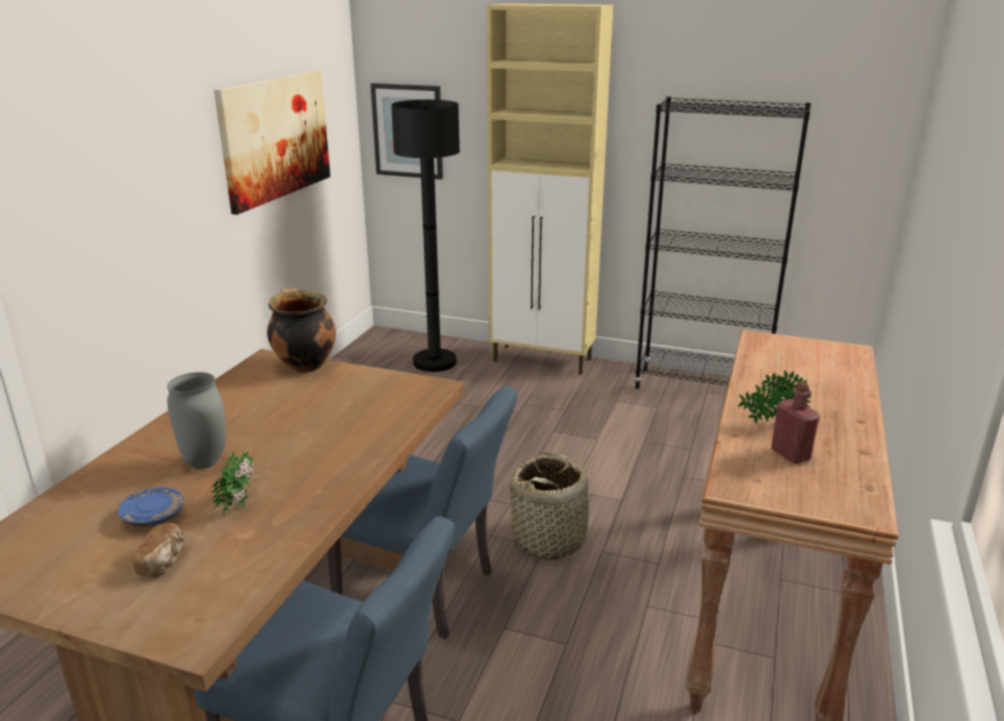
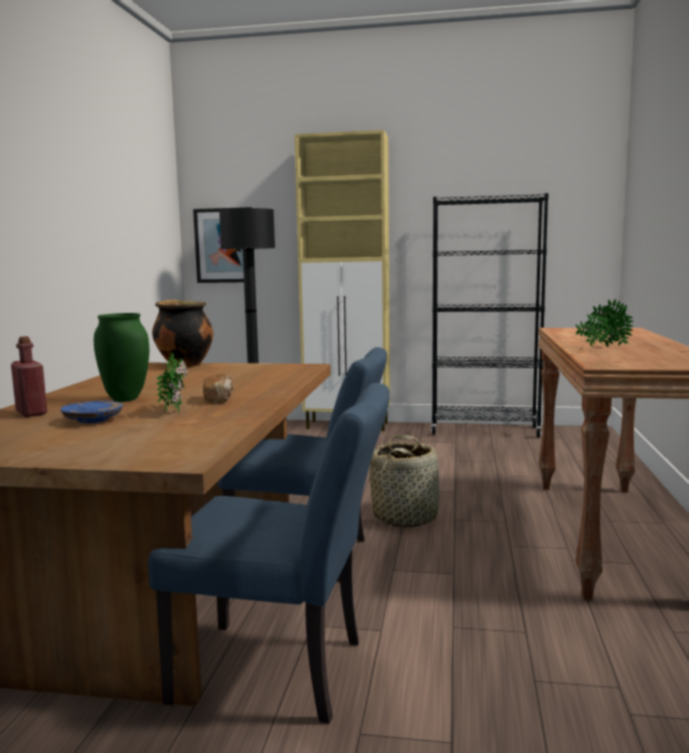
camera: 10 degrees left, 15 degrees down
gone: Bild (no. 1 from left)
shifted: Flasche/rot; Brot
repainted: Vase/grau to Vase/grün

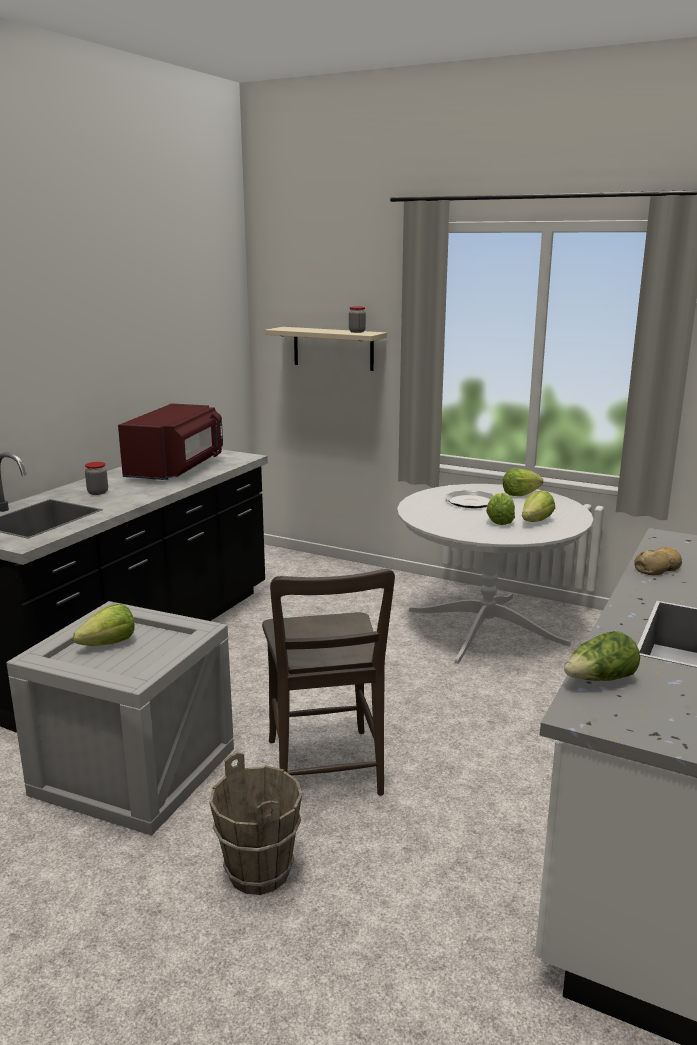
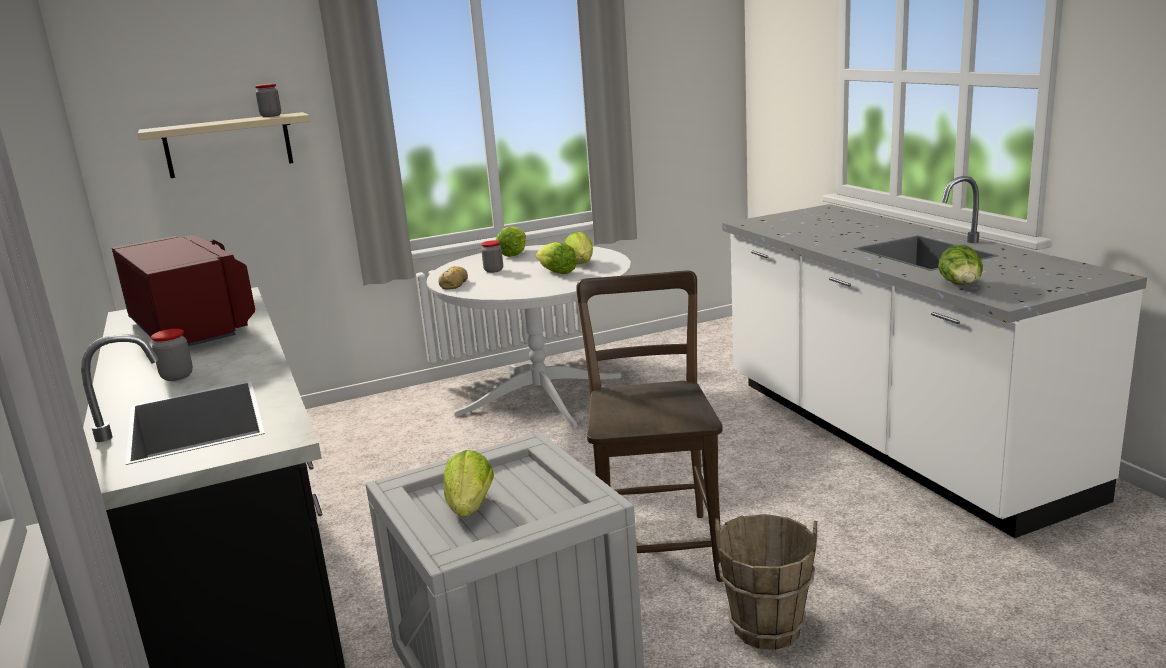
camera: 50 degrees left, 0 degrees up
shifted: Brot
swapped: Teller to Vorratsglas (no. 3 from left)
rotated: Stuhl/braun 120 degrees counterclockwise

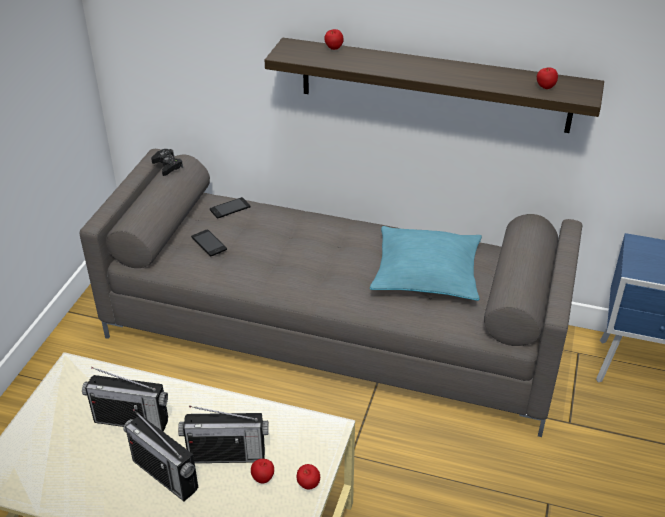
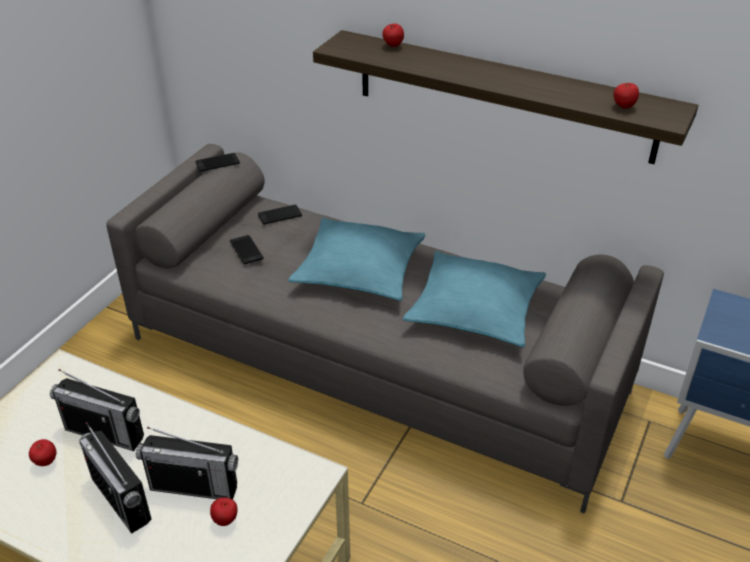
camera: 10 degrees right, 0 degrees up
new: Kissen/türkis (no. 1 from left)
shifted: Apfel (no. 2 from left in the first image) to Apfel (no. 1 from left)
swapped: Gamepad/schwarz to Handy (no. 1 from left)

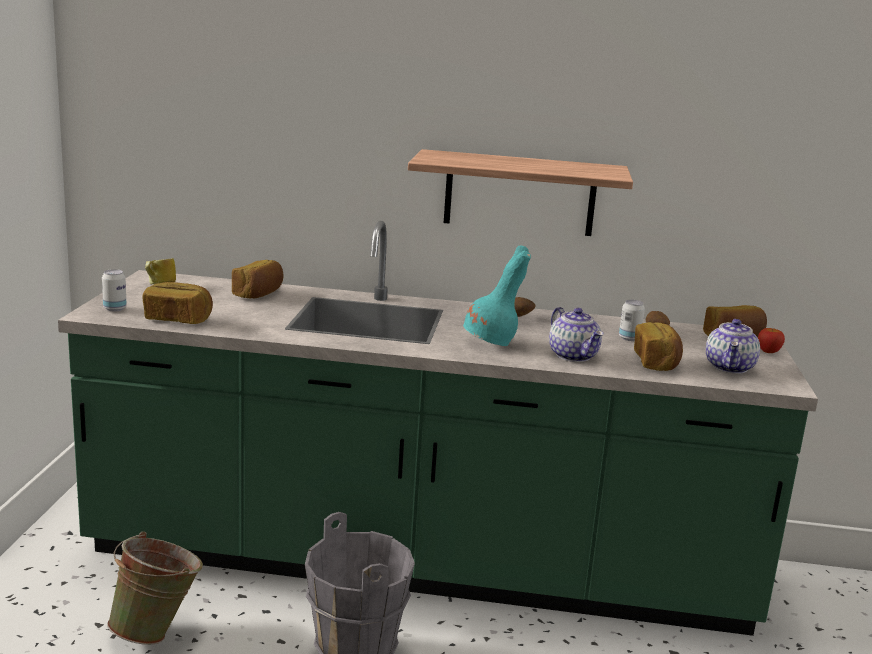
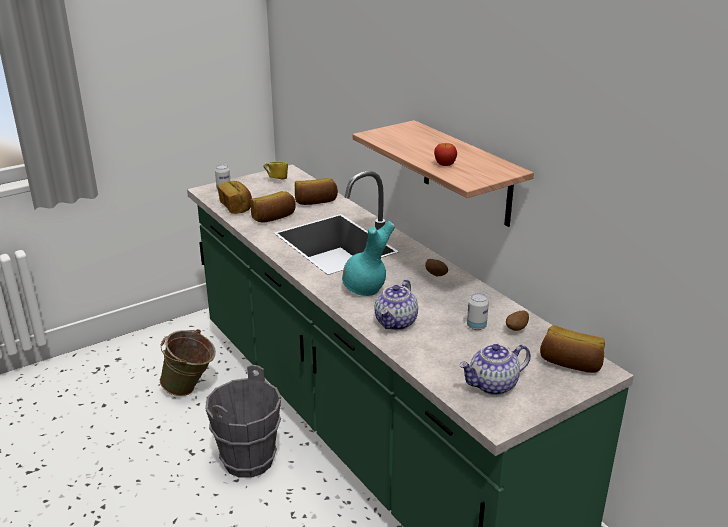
camera: 50 degrees right, 10 degrees up
shifted: Brot (no. 3 from left in the first image) to Brot (no. 2 from left); Apfel

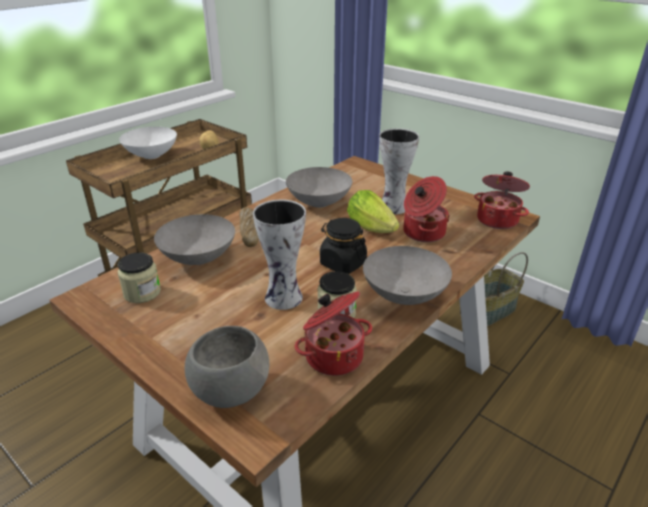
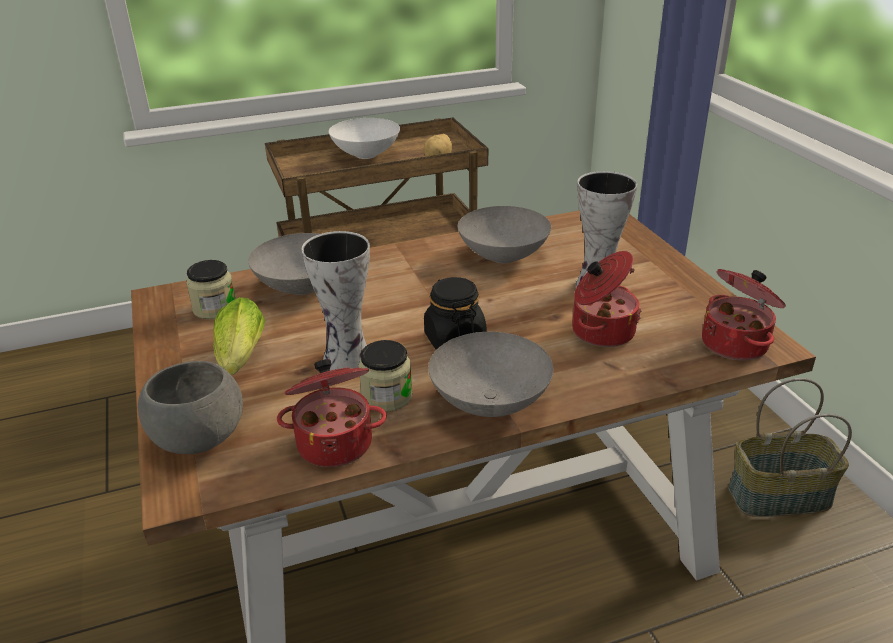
camera: 30 degrees right, 0 degrees up
gone: Brot
shifted: Salatkopf

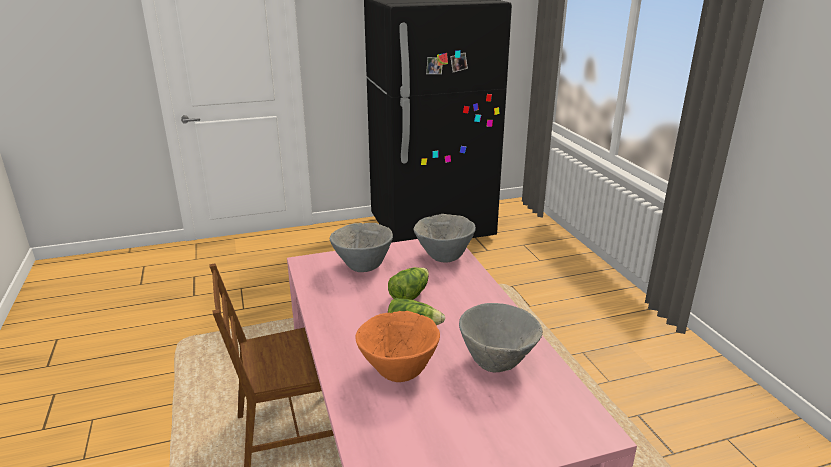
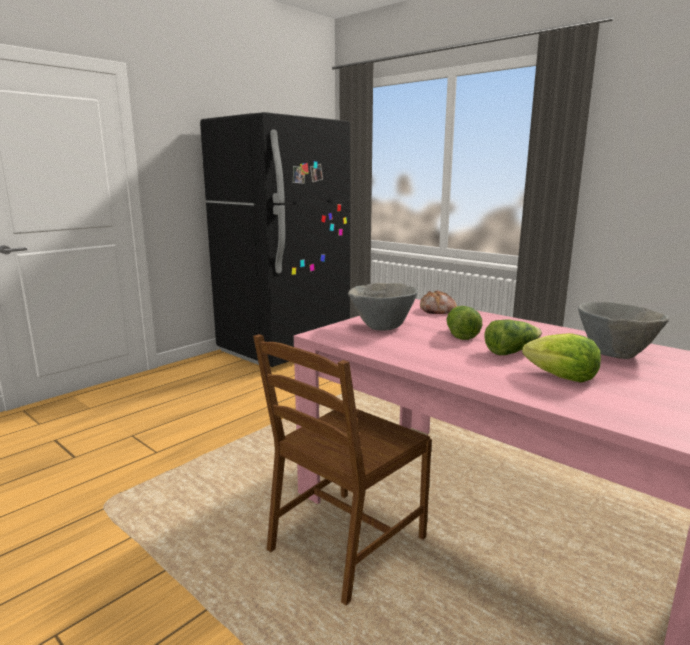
camera: 30 degrees left, 10 degrees down
swapped: Schüssel/grau (no. 2 from left) to Brot; Schüssel/orange to Salatkopf (no. 3 from left)

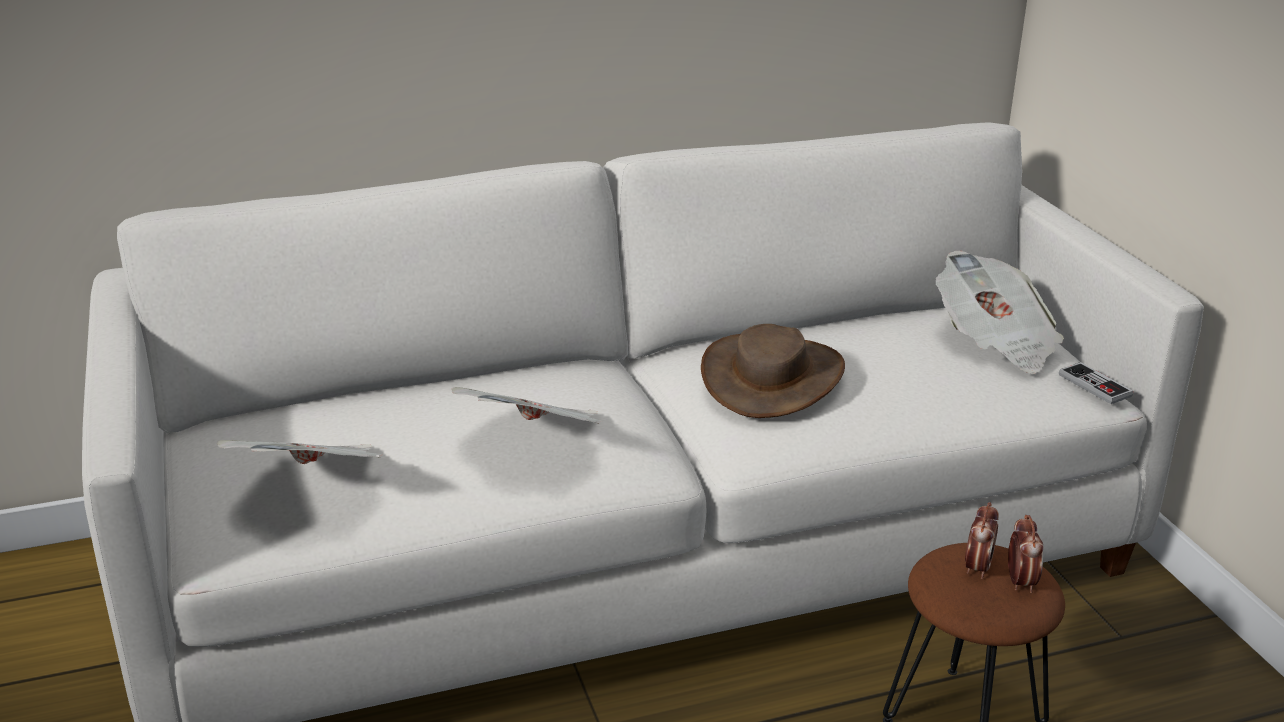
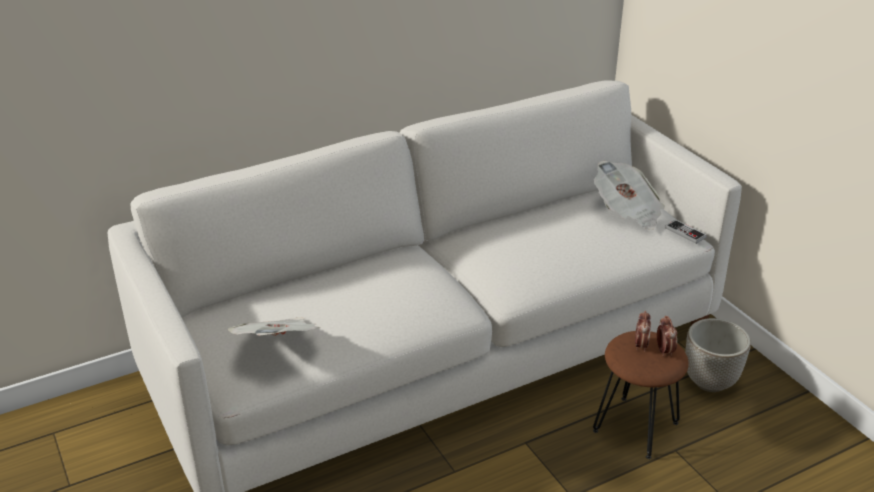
camera: 10 degrees left, 5 degrees up
gone: Hut/braun; Zeitung (no. 2 from left)
new: Pflanzkübel

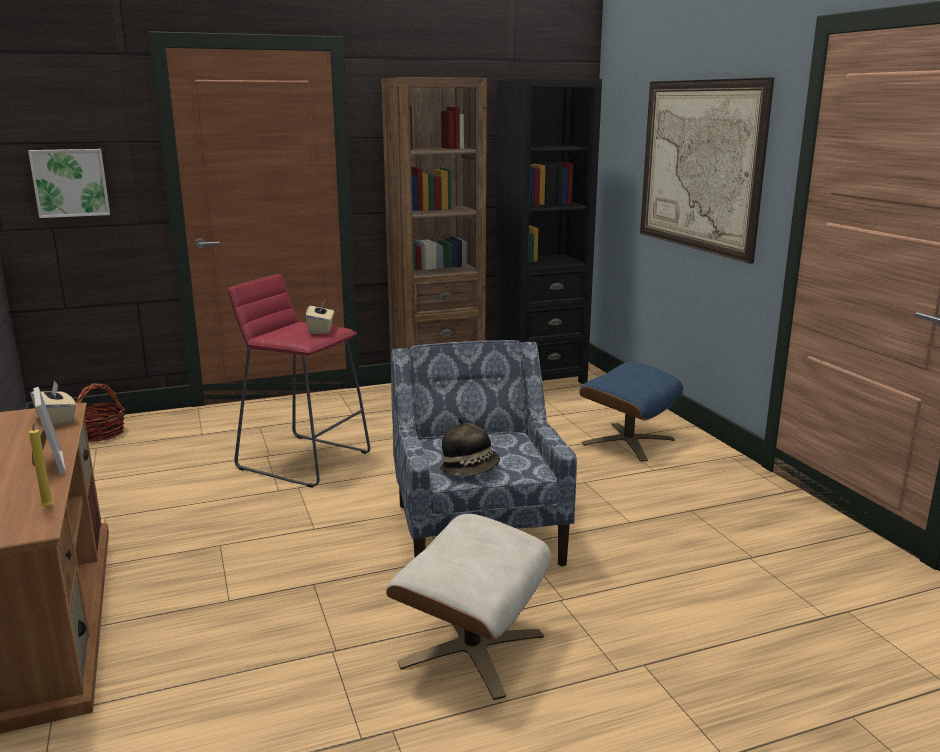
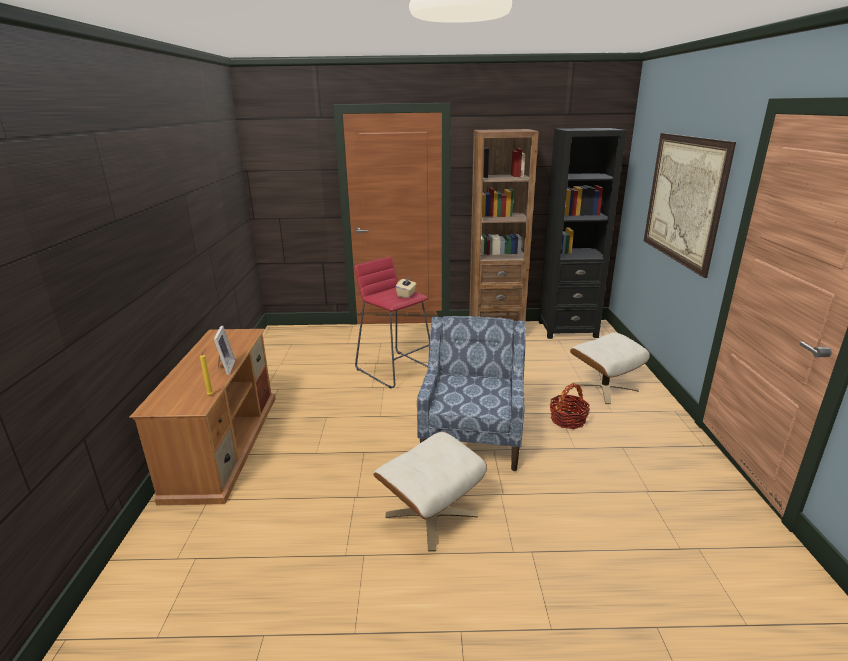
camera: 20 degrees right, 5 degrees up
gone: Bild (no. 1 from left); Taschentuchbox/beige (no. 1 from left); Hut
shifted: Korb
repainted: Polsterhocker/blau to Polsterhocker/beige (no. 2 from left)

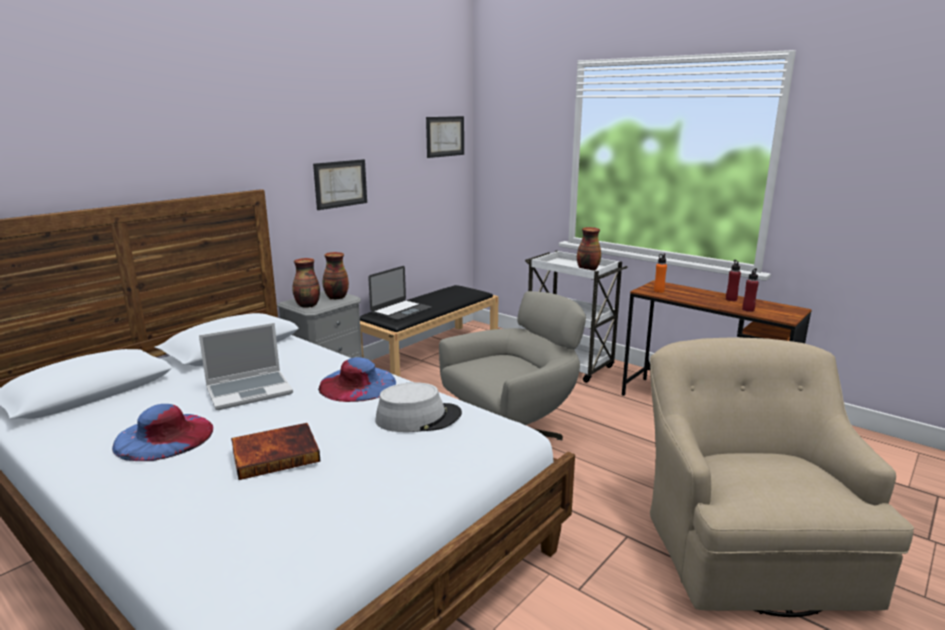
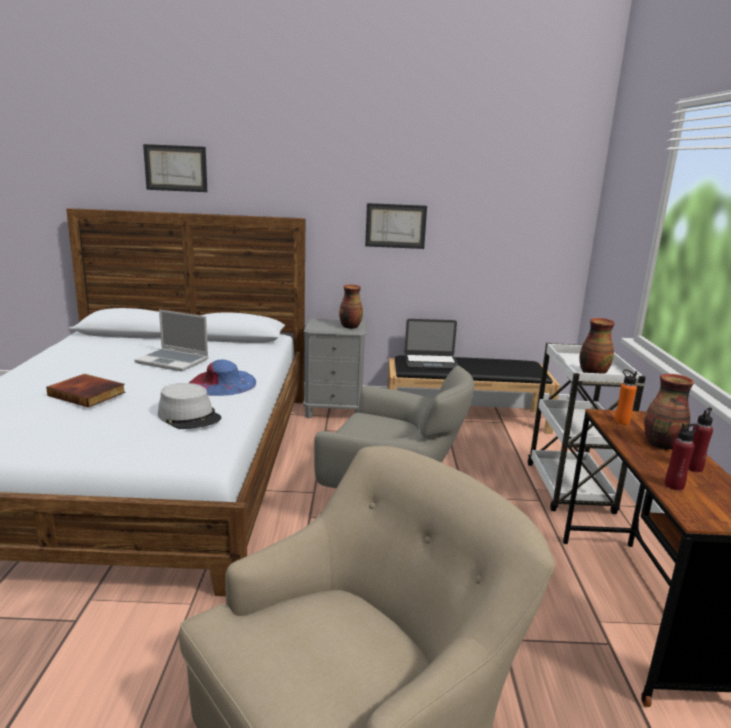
camera: 50 degrees right, 0 degrees up
gone: Hut/blau (no. 1 from left)
shifted: Bild (no. 2 from left in the first image) to Bild (no. 1 from left); Vase (no. 1 from left in the first image) to Vase (no. 3 from left)

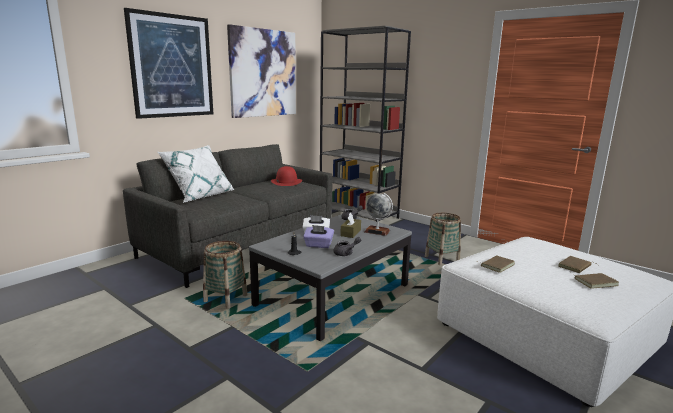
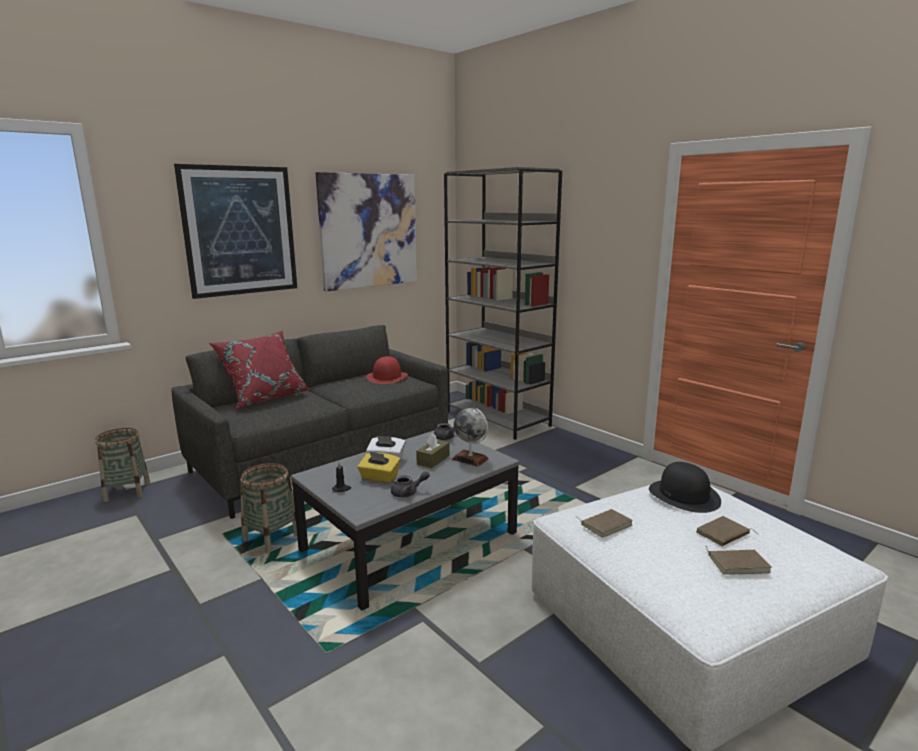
camera: 10 degrees right, 0 degrees up
new: Hut/schwarz
shifted: Korb (no. 2 from left in the first image) to Korb (no. 1 from left)
repainted: Kissen/weiß to Kissen/rot; Taschentuchbox/lila to Taschentuchbox/gelb

